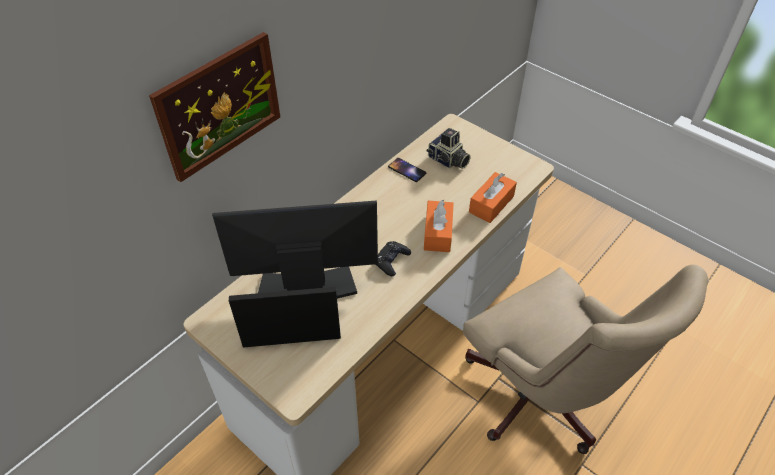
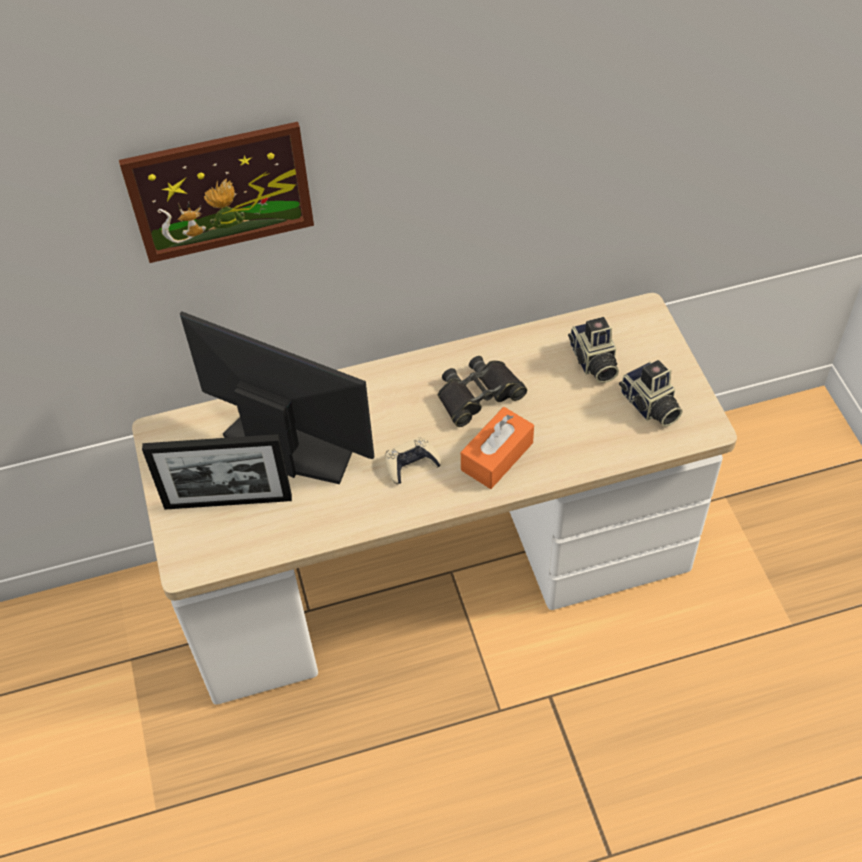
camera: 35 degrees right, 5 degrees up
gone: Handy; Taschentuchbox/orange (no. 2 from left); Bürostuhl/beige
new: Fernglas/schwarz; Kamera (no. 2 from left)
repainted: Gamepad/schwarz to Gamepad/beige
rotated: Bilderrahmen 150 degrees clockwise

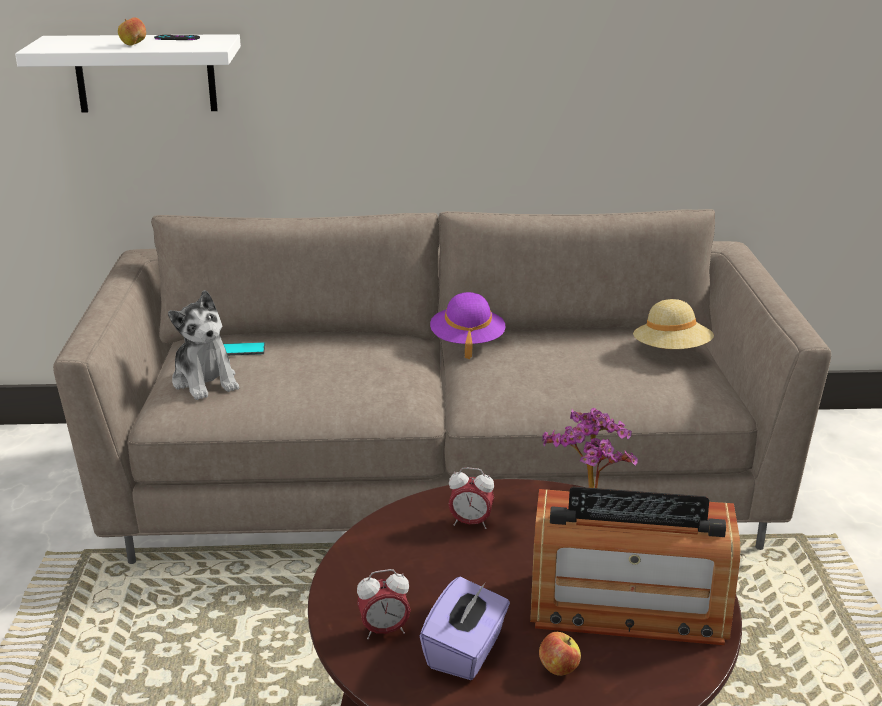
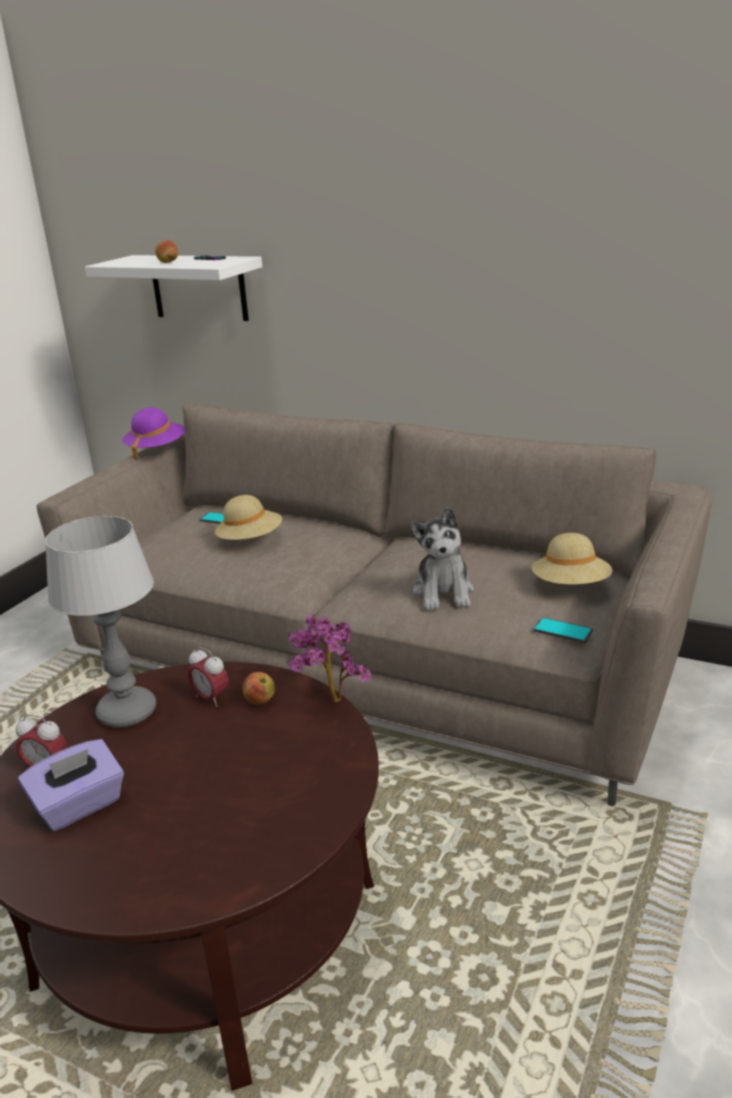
camera: 30 degrees right, 0 degrees up
gone: Radio
new: Hut/beige (no. 1 from left); Tischlampe; Handy (no. 2 from left)
shifted: Plüschtier; Hut/lila; Apfel (no. 2 from left)

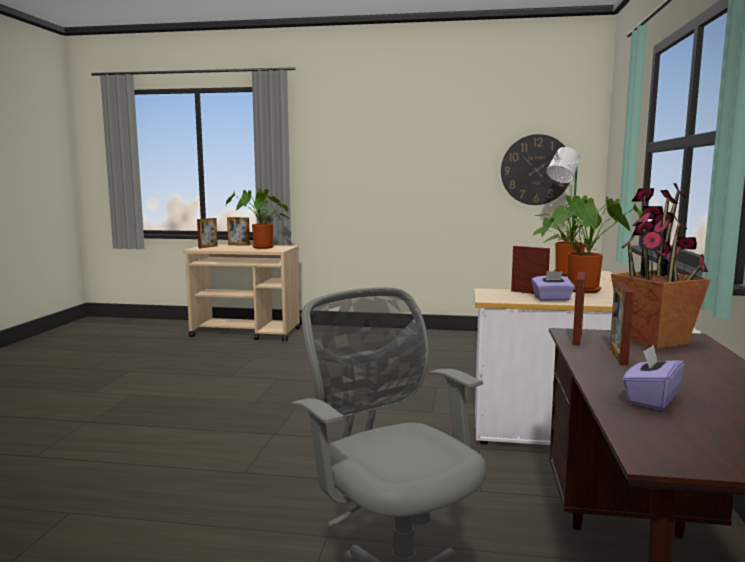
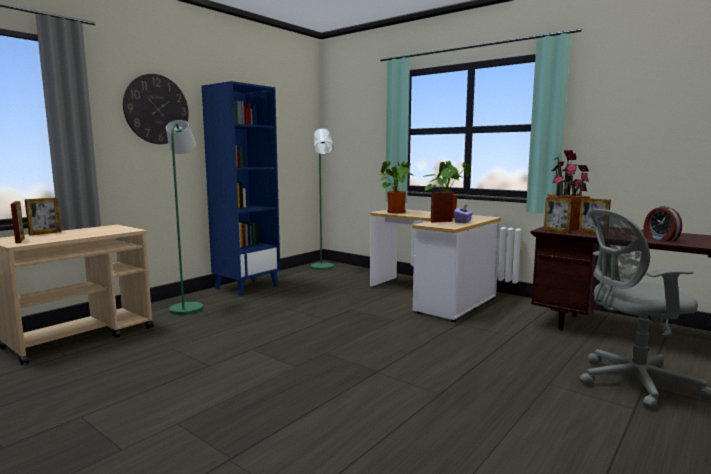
camera: 60 degrees left, 0 degrees up
gone: Topfpflanze (no. 1 from left)
new: Bücherregal/blau; Stehlampe/grün (no. 1 from left)
shifted: Wanduhr
swapped: Taschentuchbox/lila (no. 2 from left) to Wecker

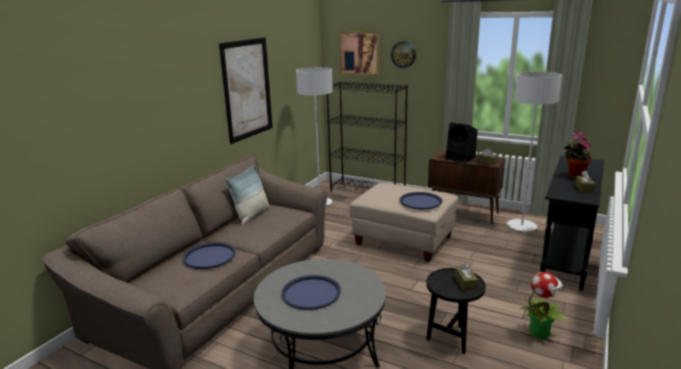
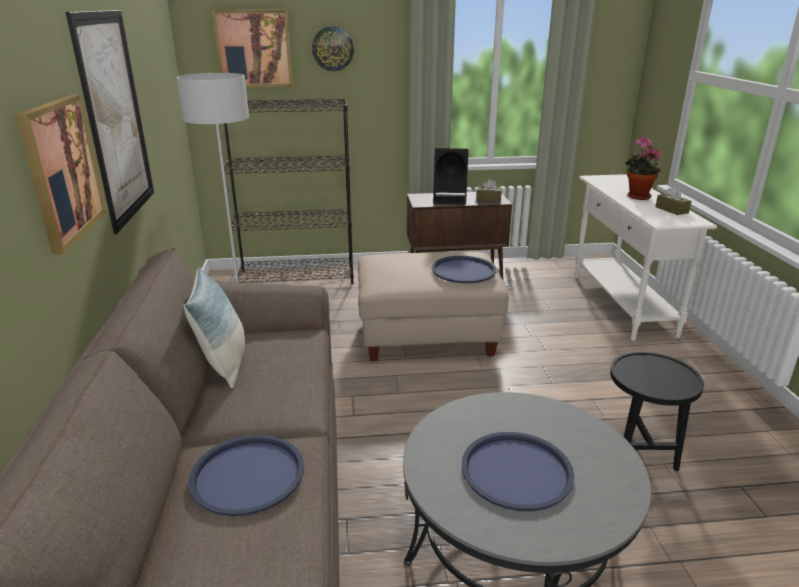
camera: 35 degrees left, 5 degrees up
gone: Stehlampe/grau (no. 2 from left); Taschentuchbox/braun (no. 1 from left); Topfpflanze (no. 1 from left)
new: Bild (no. 1 from left)
repainted: Konsolentisch/schwarz to Konsolentisch/weiß

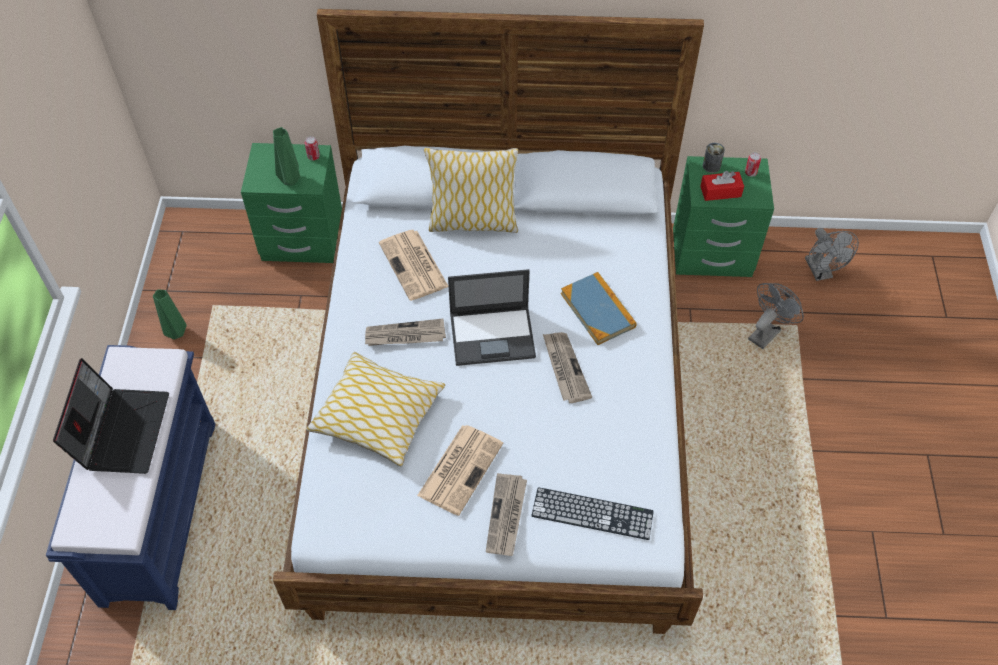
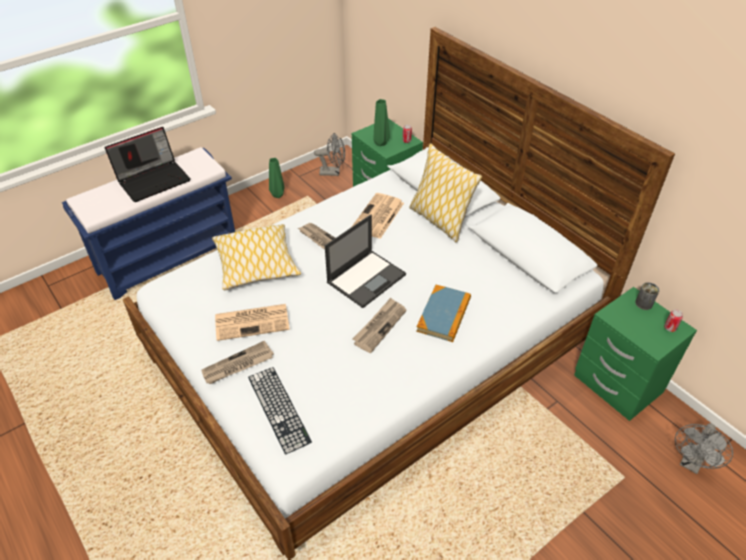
camera: 50 degrees right, 10 degrees down
gone: Taschentuchbox/rot
shifted: Ventilator/grau (no. 1 from left)
rotated: Laptop (no. 2 from left) 90 degrees counterclockwise

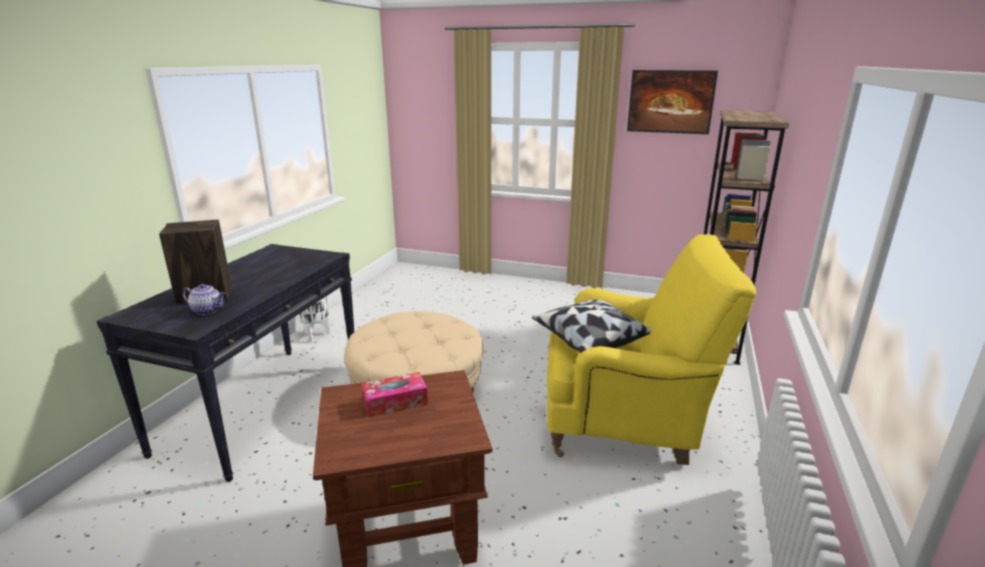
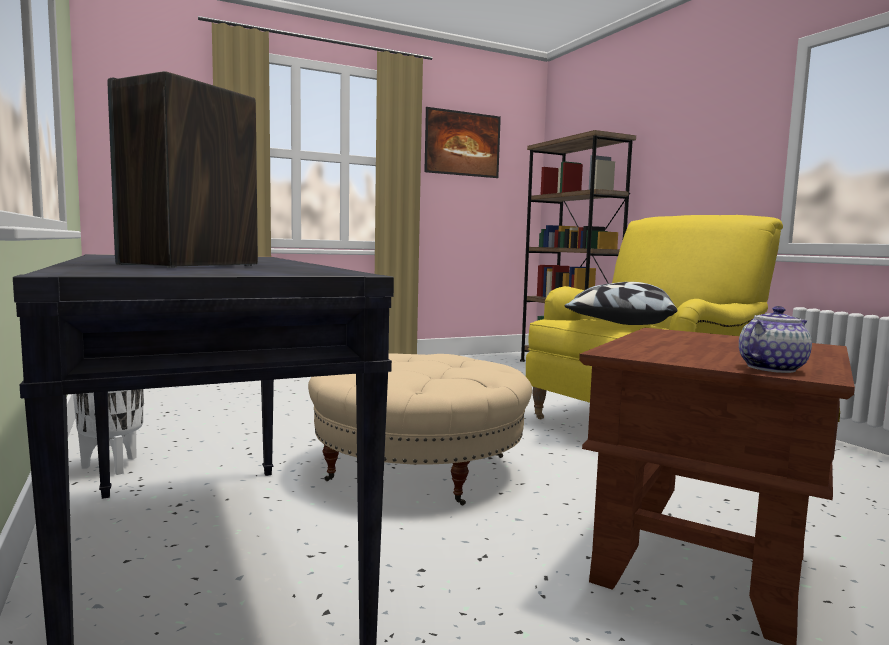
camera: 45 degrees left, 15 degrees down
gone: Taschentuchbox
shifted: Teekanne

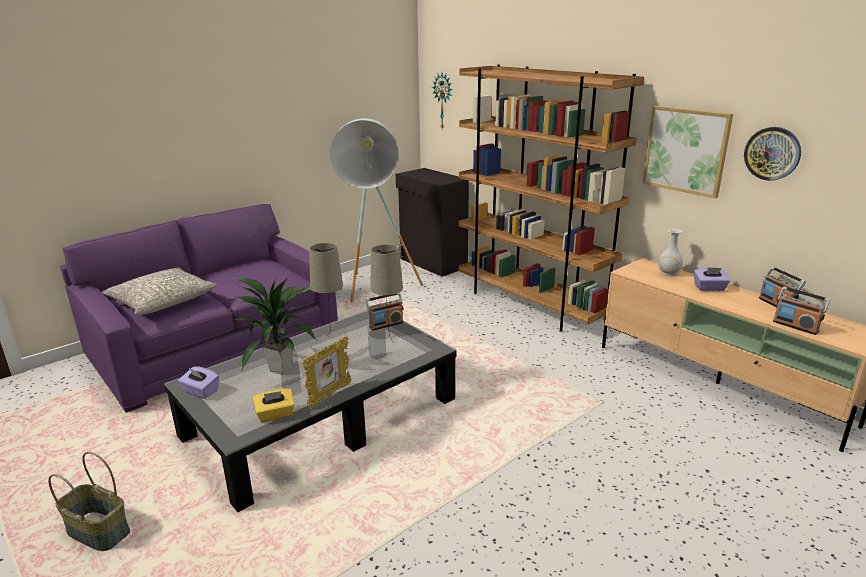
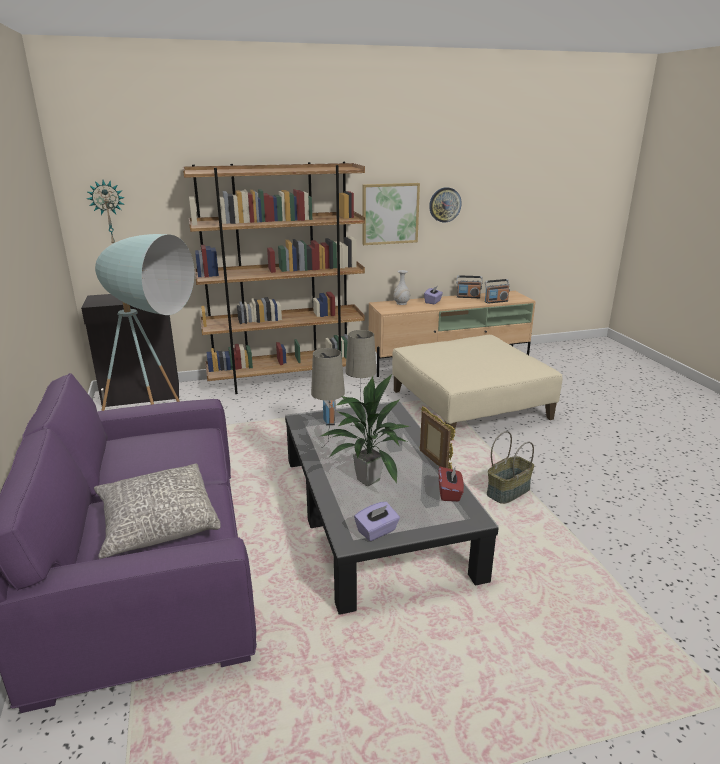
camera: 65 degrees left, 0 degrees up
new: Polsterhocker/beige
shifted: Korb
repainted: Taschentuchbox/gelb to Taschentuchbox/rot

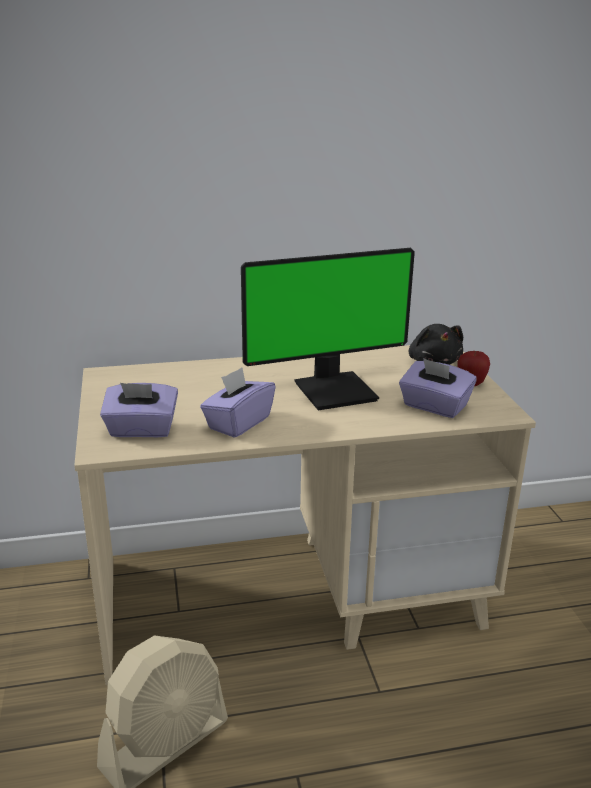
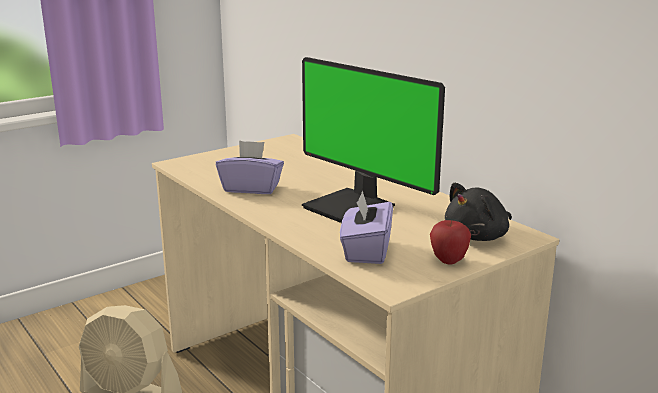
camera: 65 degrees right, 5 degrees down
gone: Taschentuchbox/lila (no. 1 from left)

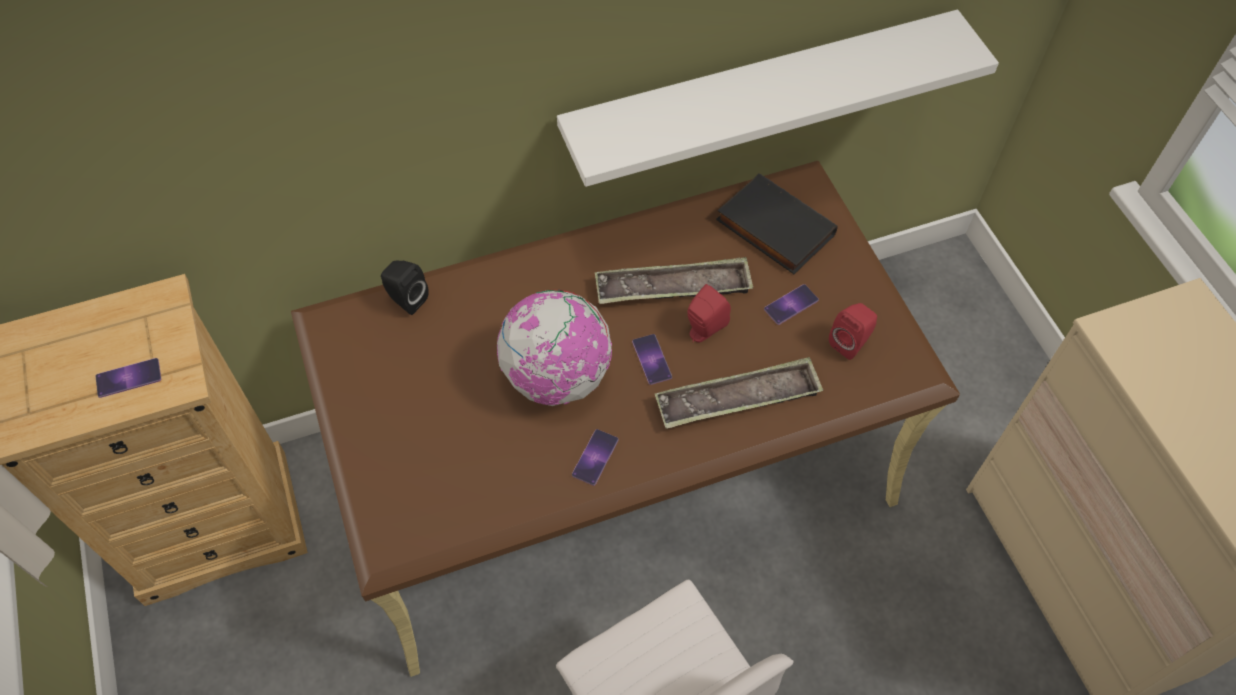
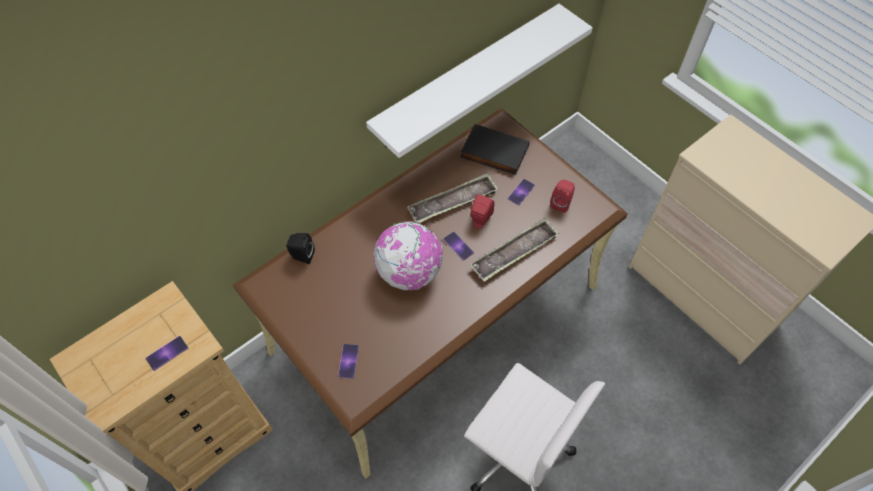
camera: 20 degrees left, 0 degrees up
shifted: Handy (no. 2 from left)

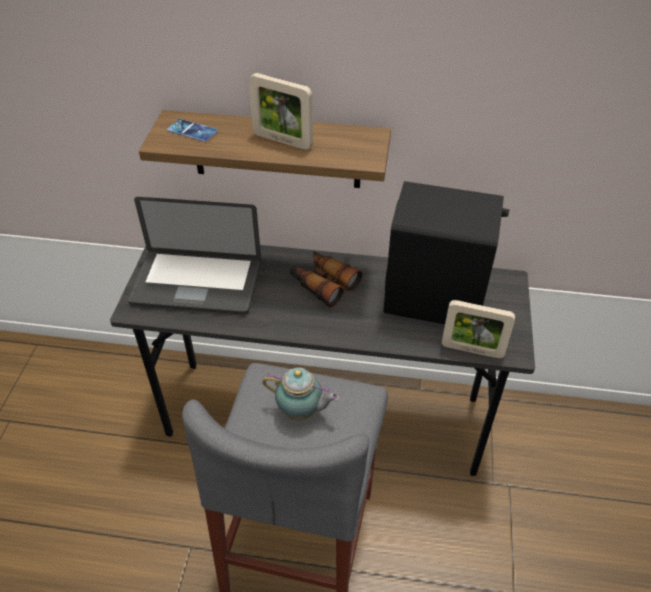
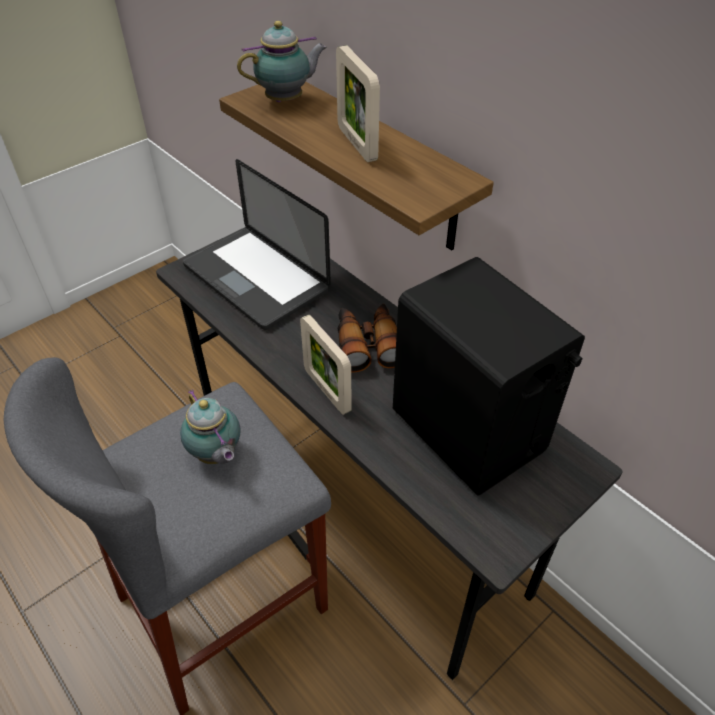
camera: 40 degrees right, 0 degrees up
shifted: Bilderrahmen (no. 2 from left in the first image) to Bilderrahmen (no. 1 from left)
swapped: Handy to Teekanne (no. 2 from left)

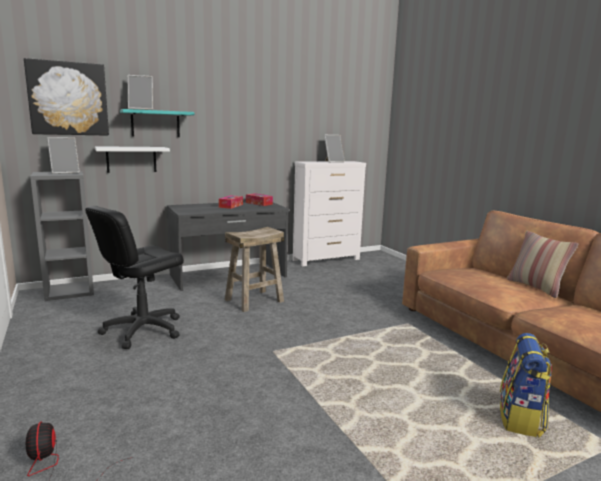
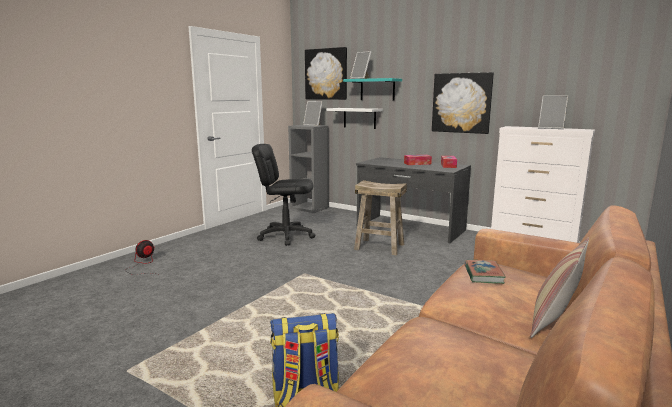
camera: 60 degrees right, 0 degrees up
new: Bild (no. 2 from left); Buch

